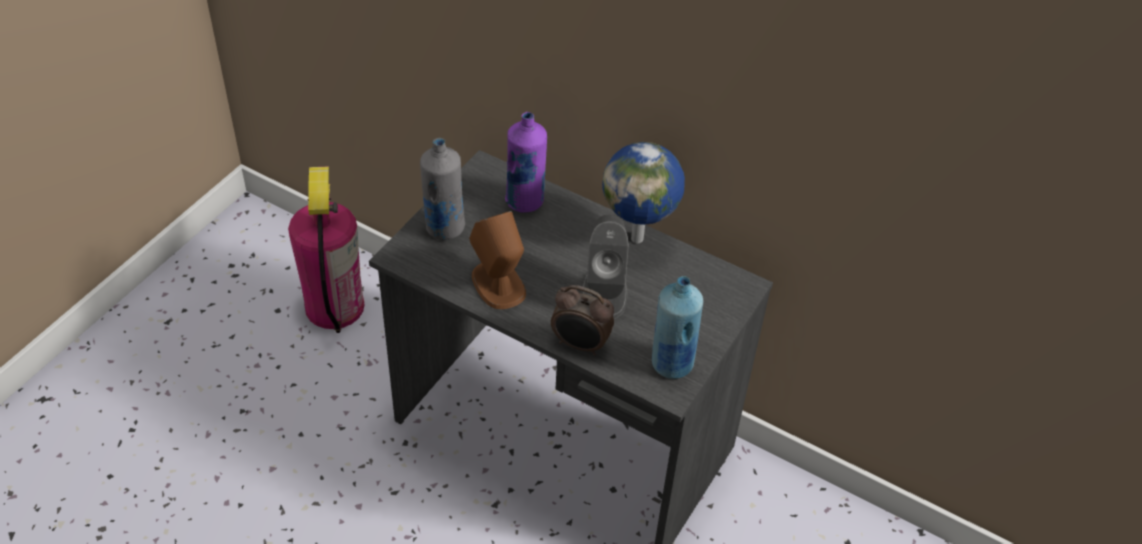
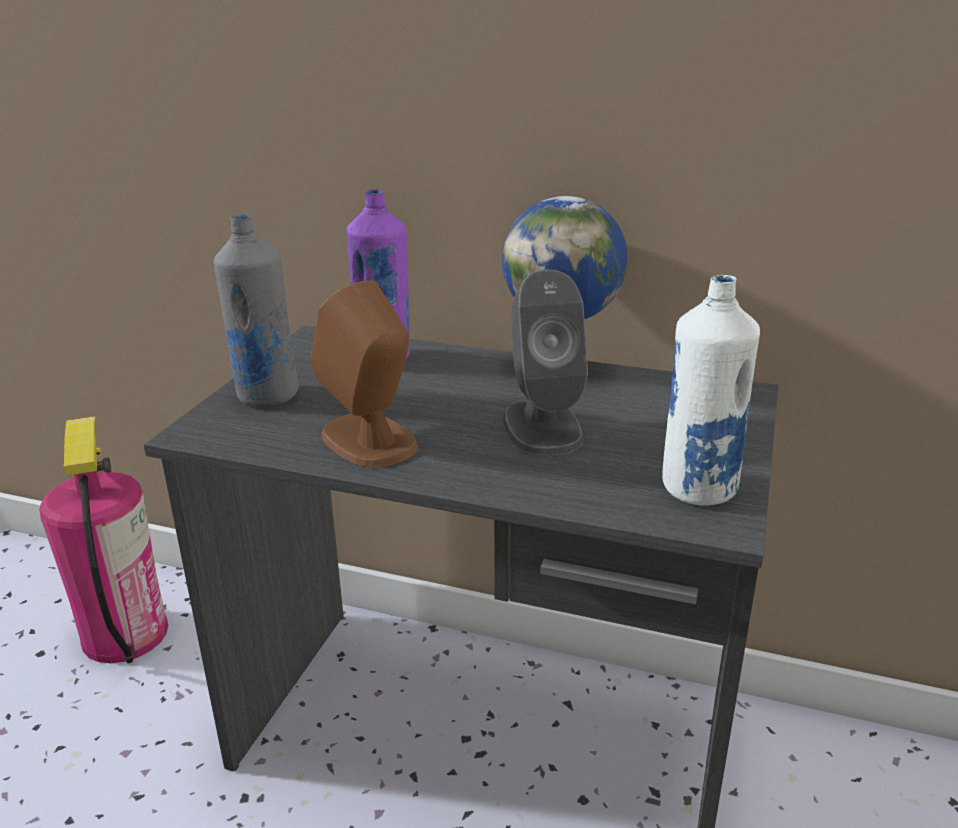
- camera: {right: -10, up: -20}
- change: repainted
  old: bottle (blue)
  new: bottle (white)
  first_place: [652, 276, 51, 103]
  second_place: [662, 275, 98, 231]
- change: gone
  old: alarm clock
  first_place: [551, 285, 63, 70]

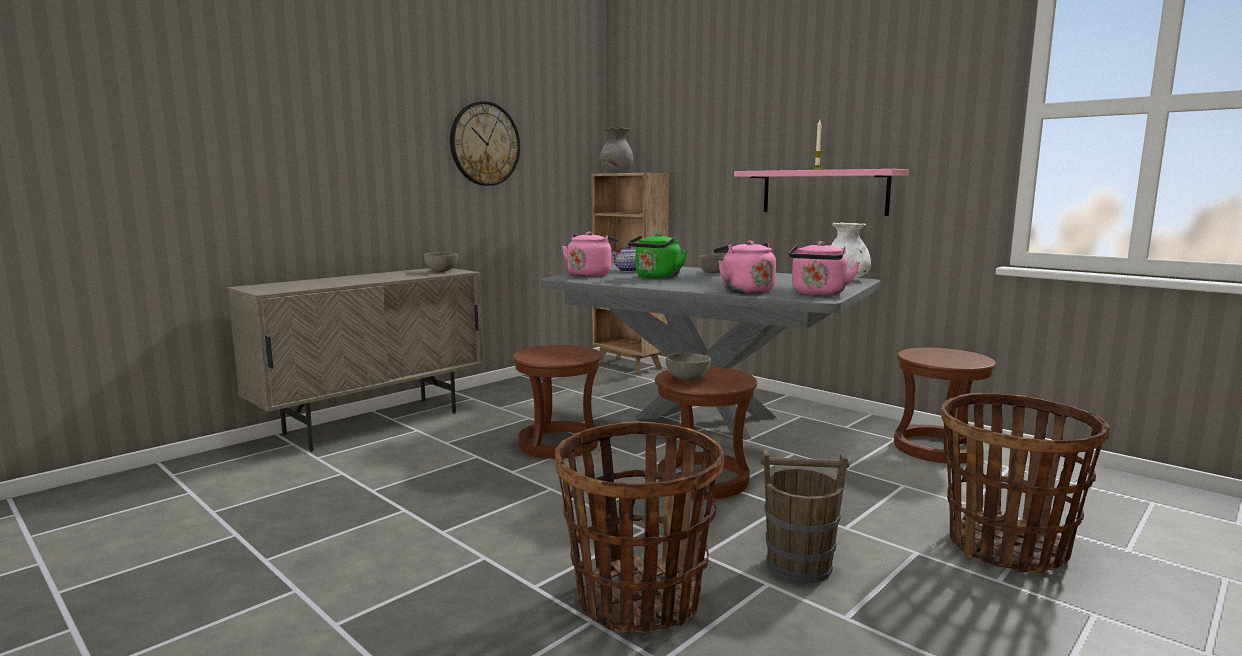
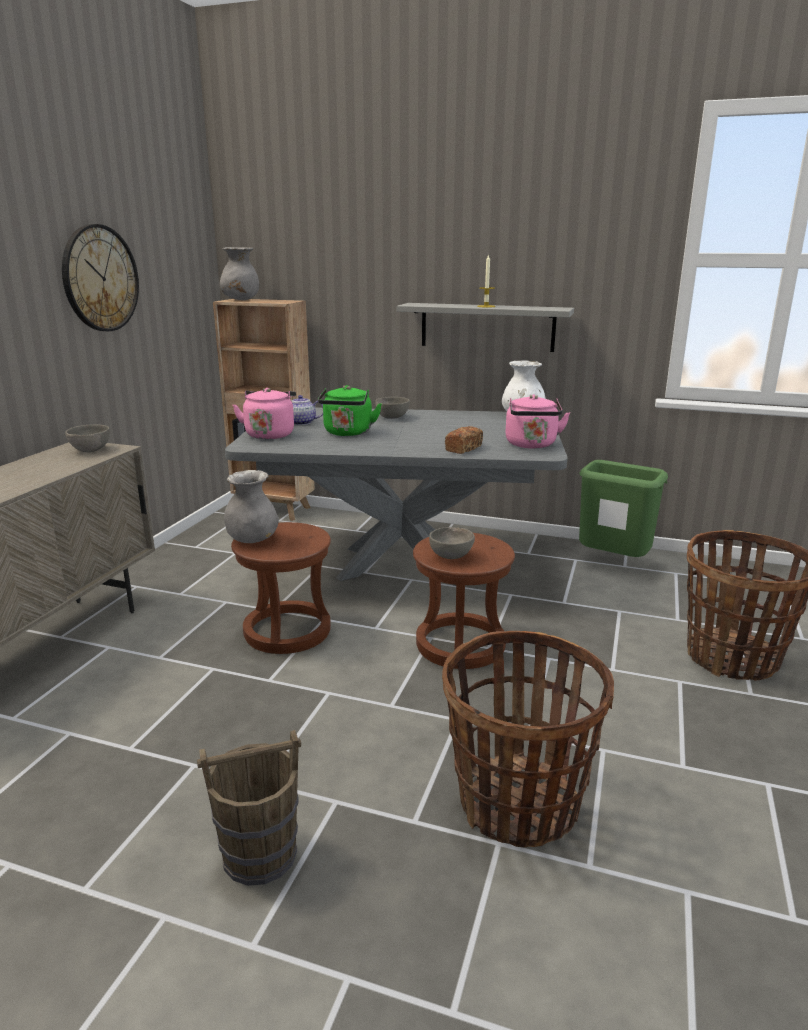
- camera: {right: -25, up: 10}
- change: shifted
  old: bucket (brown)
  first_place: [761, 450, 88, 133]
  second_place: [197, 730, 104, 156]
- change: new
  new: vase (grey)
  second_place: [224, 470, 55, 73]
- change: repainted
  old: shelf (pink)
  new: shelf (grey)
  first_place: [734, 169, 175, 47]
  second_place: [397, 303, 177, 49]
- change: swapped
  old: kettle (pink)
  new: bread
  first_place: [714, 240, 62, 54]
  second_place: [445, 426, 38, 28]
- change: swapped
  old: stool (brown)
  new: trash can (green)
  first_place: [894, 348, 102, 116]
  second_place: [579, 460, 89, 97]

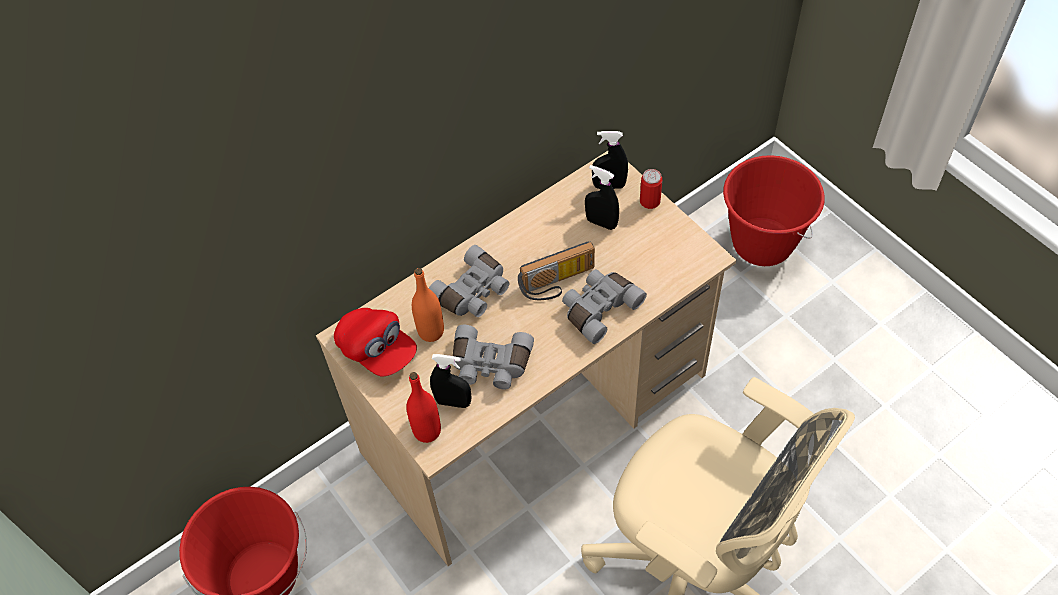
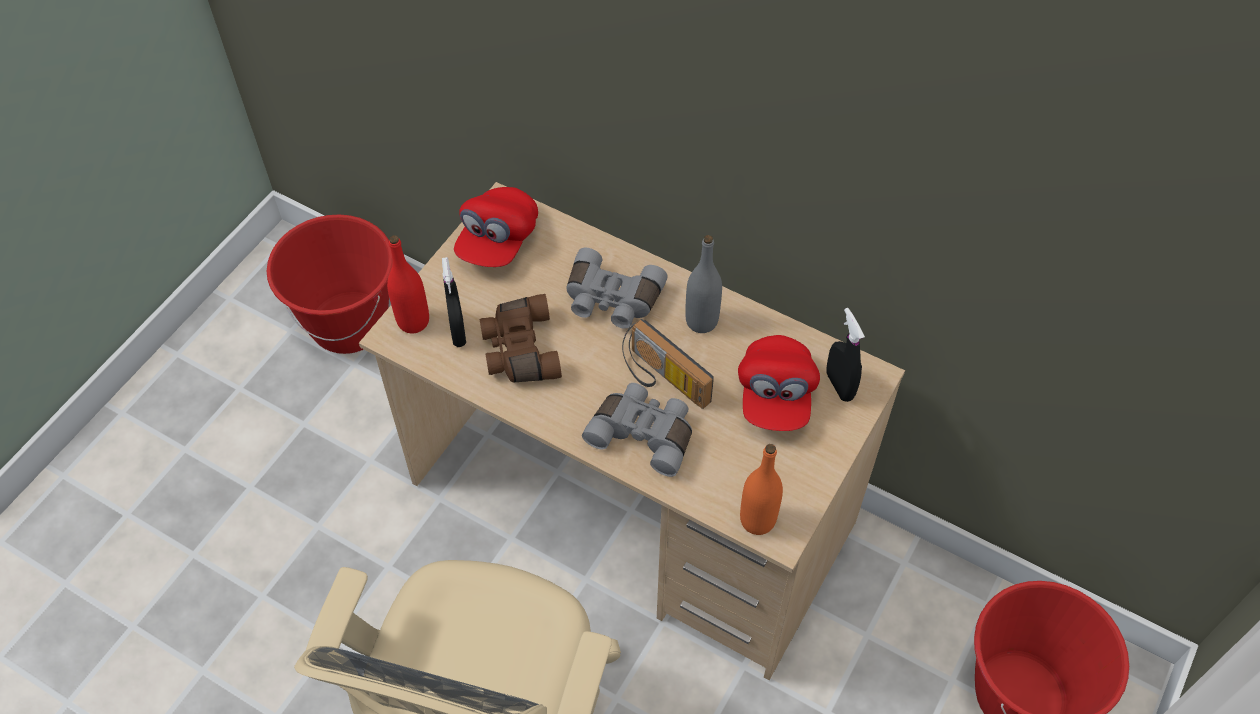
- camera: {right: 65, up: 0}
- change: repainted
  old: binoculars (grey)
  new: binoculars (brown)
  first_place: [452, 325, 82, 64]
  second_place: [479, 294, 83, 88]
- change: new
  new: bottle (grey)
  second_place: [685, 235, 37, 98]
- change: swapped
  old: spray bottle (black)
  new: cap (red)
  first_place: [585, 165, 34, 65]
  second_place: [738, 335, 82, 96]
- change: shifted
  old: bottle (orange)
  first_place: [412, 268, 32, 74]
  second_place: [740, 444, 43, 91]
- change: gone
  old: can
  first_place: [640, 169, 22, 40]

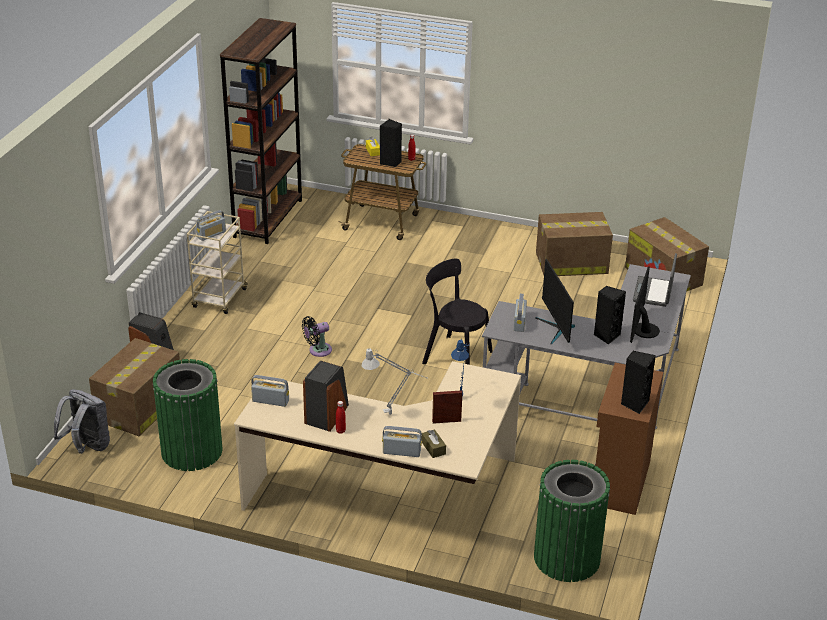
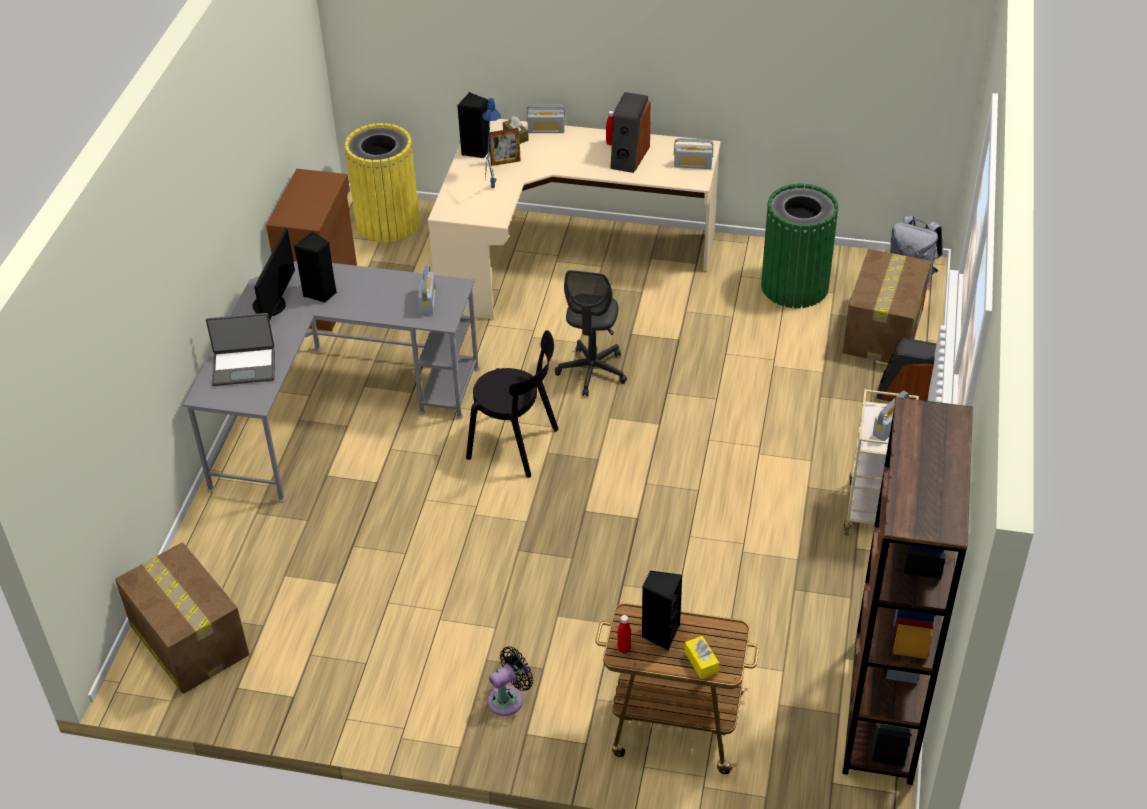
- camera: {right: 175, up: 10}
- change: rotated
  old: laptop
  first_place: [633, 253, 44, 54]
  second_place: [206, 313, 69, 73]
  degrees: 75
- change: repainted
  old: trash can (green)
  new: trash can (yellow)
  first_place: [534, 460, 76, 122]
  second_place: [345, 123, 75, 119]
- change: shifted
  old: speaker (black)
  first_place: [621, 351, 35, 63]
  second_place: [457, 92, 33, 66]
- change: shifted
  old: fan (black)
  first_place: [302, 316, 30, 41]
  second_place: [488, 647, 45, 69]
- change: new
  new: office chair (grey)
  second_place: [555, 270, 72, 126]
- change: gone
  old: table lamp (grey)
  first_place: [362, 348, 65, 67]
- change: gone
  old: monitor
  first_place: [535, 259, 40, 85]
- change: gone
  old: cardboard box
  first_place: [536, 212, 77, 64]

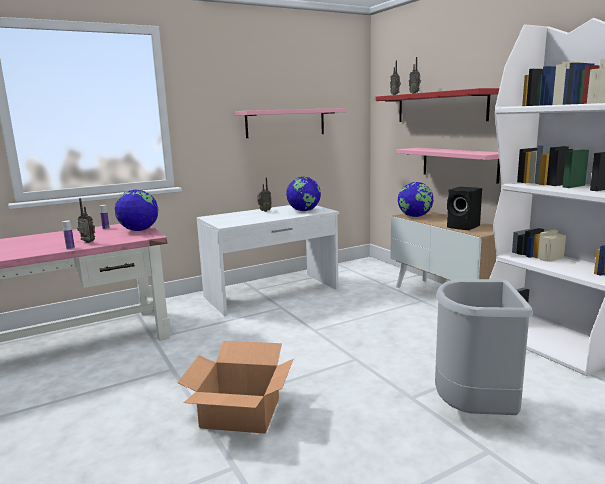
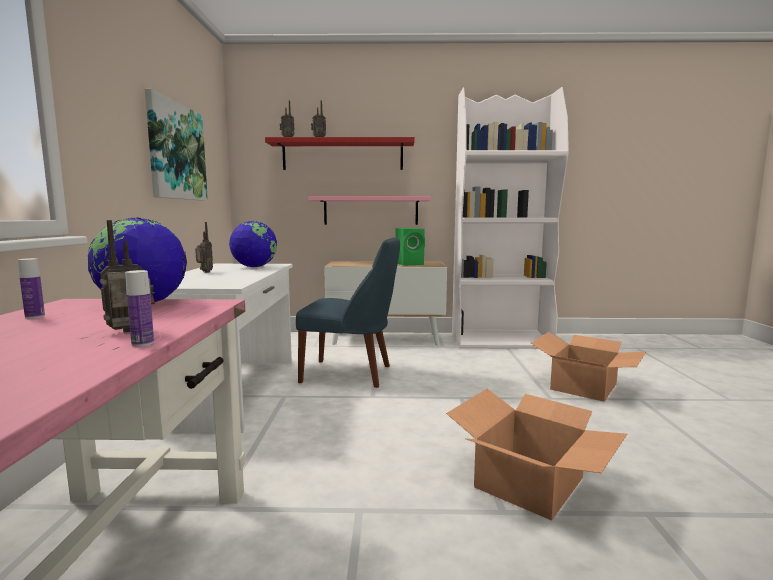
- camera: {right: -60, up: -5}
- change: swapped
  old: shelf (pink)
  new: picture
  first_place: [235, 108, 111, 30]
  second_place: [145, 89, 63, 112]
- change: new
  new: chair (blue)
  second_place: [296, 237, 104, 151]
- change: repainted
  old: speaker (black)
  new: speaker (green)
  first_place: [447, 187, 35, 43]
  second_place: [395, 228, 30, 38]
- change: swapped
  old: trash can (grey)
  new: cardboard box
  first_place: [435, 279, 98, 136]
  second_place: [531, 332, 115, 70]
- change: gone
  old: globe
  first_place: [398, 182, 35, 35]

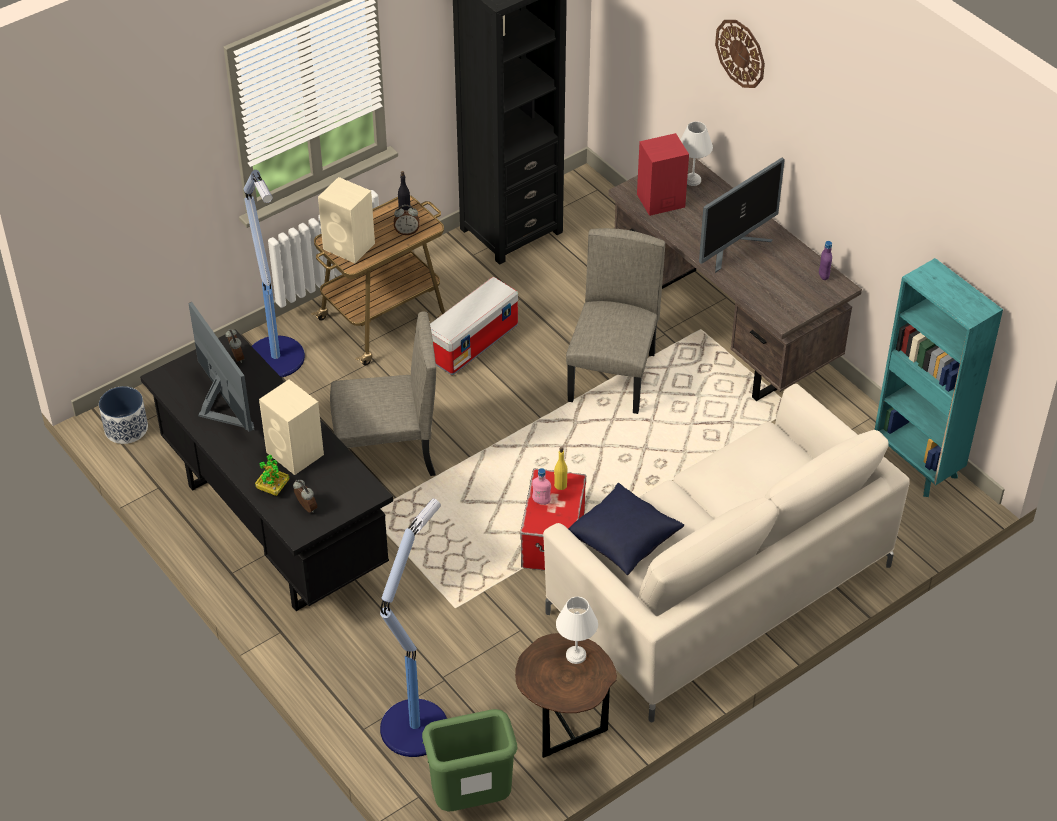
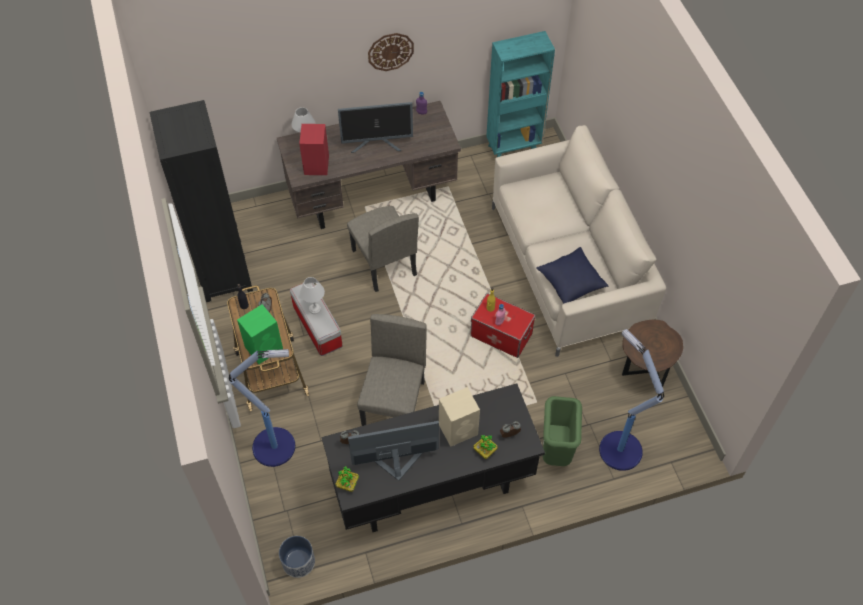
- camera: {right: -70, up: 10}
- change: repainted
  old: speaker (beige)
  new: speaker (green)
  first_place: [318, 177, 57, 86]
  second_place: [237, 304, 46, 60]
- change: shifted
  old: table lamp (white)
  first_place: [556, 597, 42, 67]
  second_place: [300, 277, 25, 37]
- change: new
  new: potted plant
  second_place: [335, 466, 24, 26]
- change: rotated
  old: monitor
  first_place: [699, 158, 86, 115]
  second_place: [338, 102, 75, 51]
  degrees: 105
- change: rotated
  old: chair (beige)
  first_place: [566, 228, 99, 186]
  second_place: [347, 206, 72, 86]
  degrees: -150
- change: shifted
  old: wall clock
  first_place: [715, 20, 50, 68]
  second_place: [368, 33, 46, 38]
- change: shifted
  old: trash can (green)
  first_place: [422, 709, 95, 102]
  second_place: [543, 396, 39, 70]

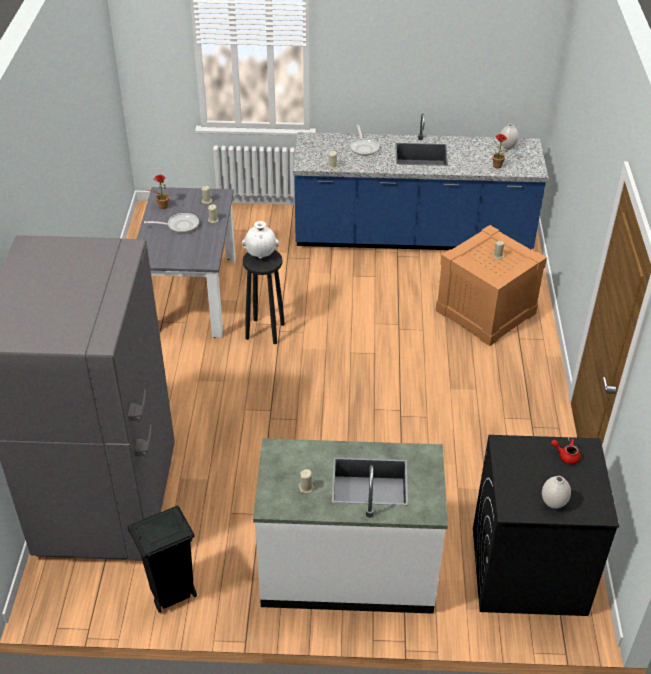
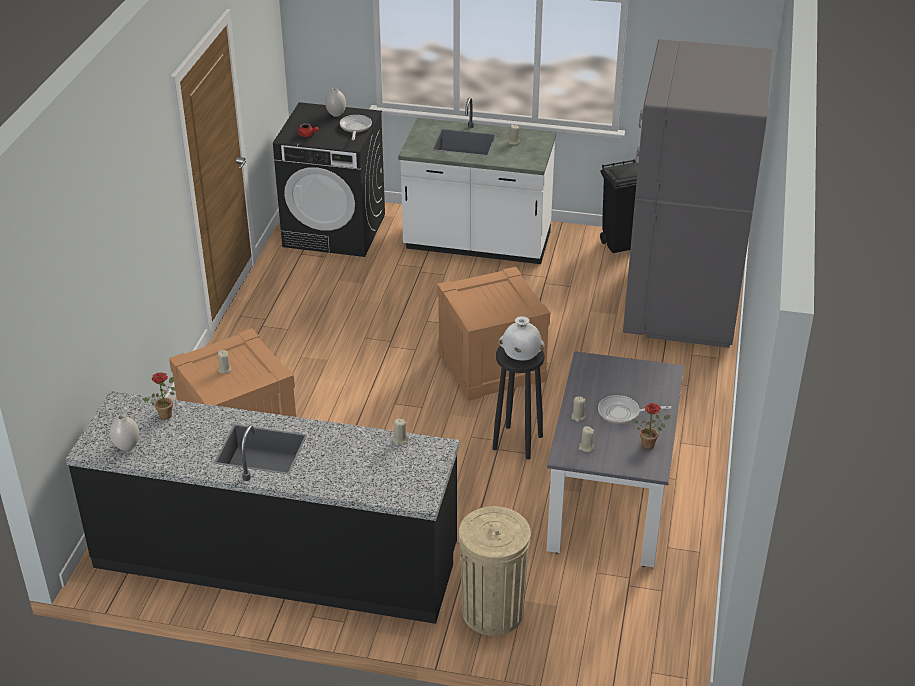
- camera: {right: -170, up: -5}
- change: repainted
  old: counter (blue)
  new: counter (black)
  first_place: [293, 113, 255, 137]
  second_place: [66, 391, 394, 233]
- change: shifted
  old: frying pan
  first_place: [350, 125, 29, 31]
  second_place: [340, 115, 32, 25]
- change: new
  new: crate
  second_place: [437, 267, 113, 134]
- change: new
  new: trash can (beige)
  second_place: [459, 506, 72, 130]

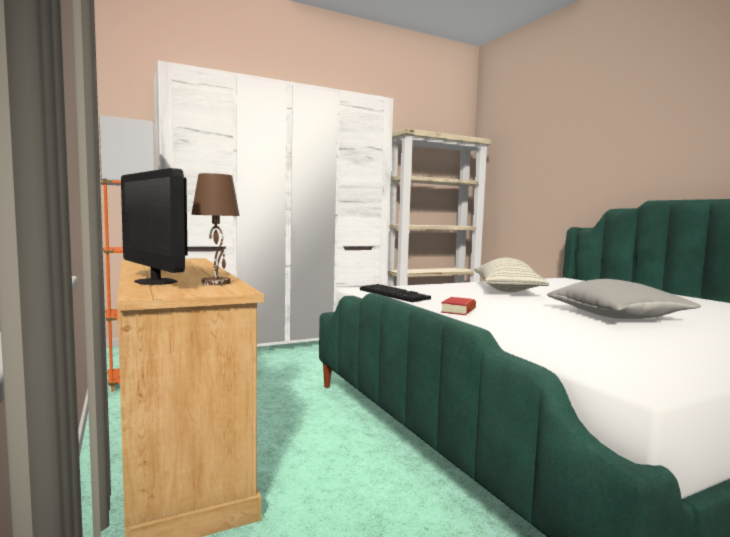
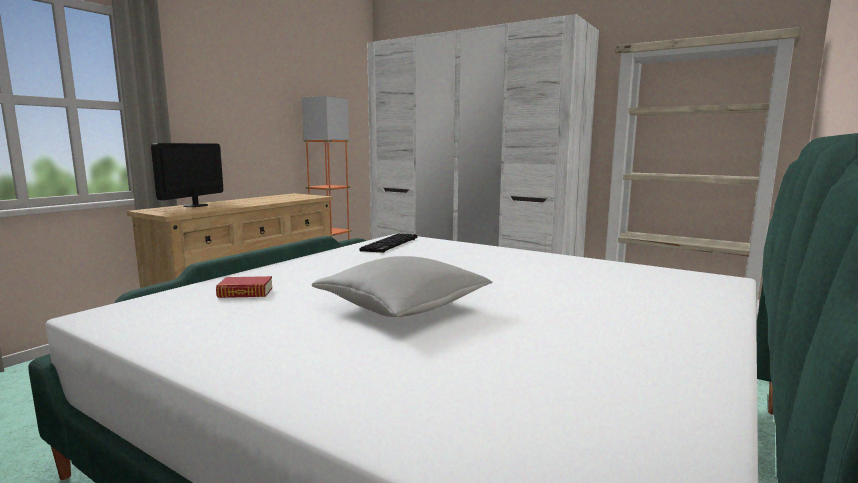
- camera: {right: 60, up: 5}
- change: shifted
  old: book
  first_place: [441, 297, 35, 18]
  second_place: [216, 276, 57, 22]
- change: gone
  old: table lamp (brown)
  first_place: [191, 173, 48, 112]
- change: gone
  old: pillow
  first_place: [474, 258, 75, 34]

